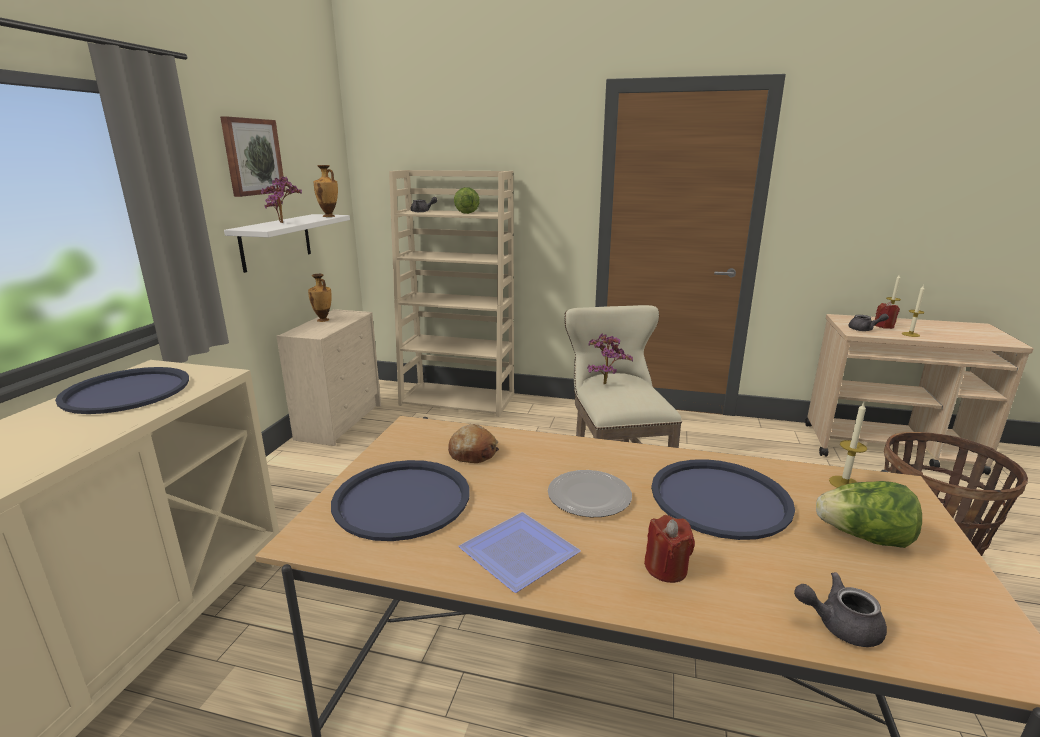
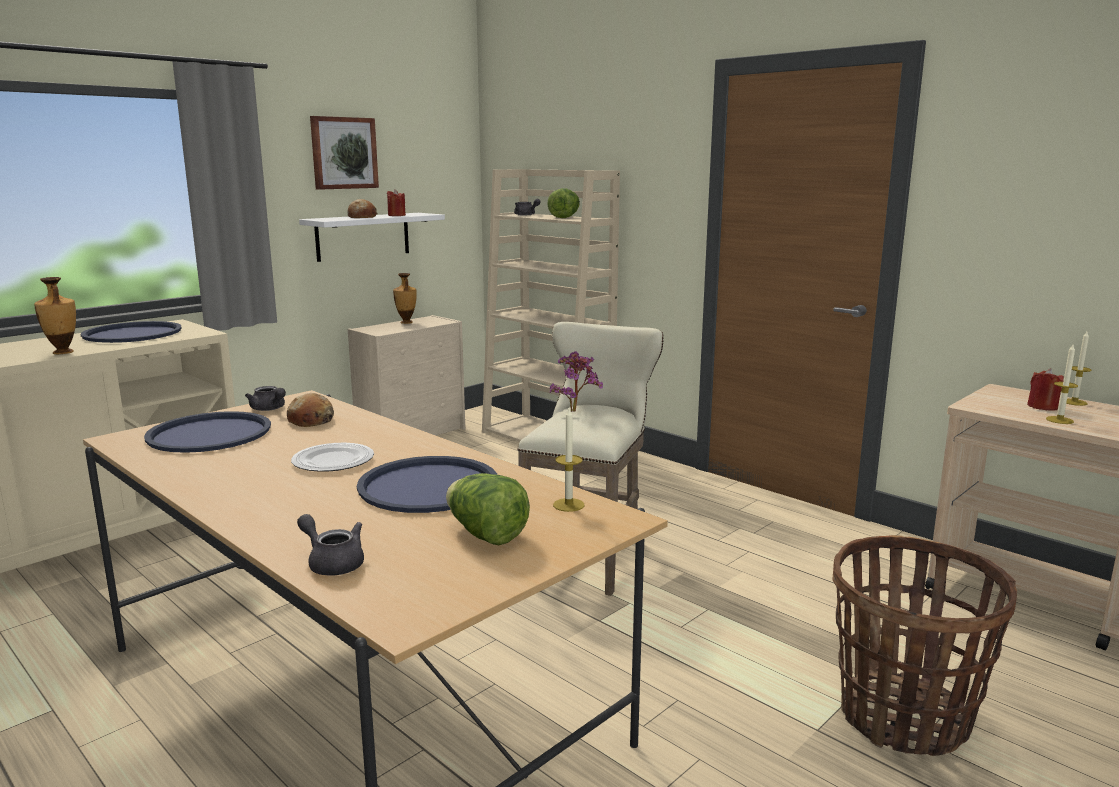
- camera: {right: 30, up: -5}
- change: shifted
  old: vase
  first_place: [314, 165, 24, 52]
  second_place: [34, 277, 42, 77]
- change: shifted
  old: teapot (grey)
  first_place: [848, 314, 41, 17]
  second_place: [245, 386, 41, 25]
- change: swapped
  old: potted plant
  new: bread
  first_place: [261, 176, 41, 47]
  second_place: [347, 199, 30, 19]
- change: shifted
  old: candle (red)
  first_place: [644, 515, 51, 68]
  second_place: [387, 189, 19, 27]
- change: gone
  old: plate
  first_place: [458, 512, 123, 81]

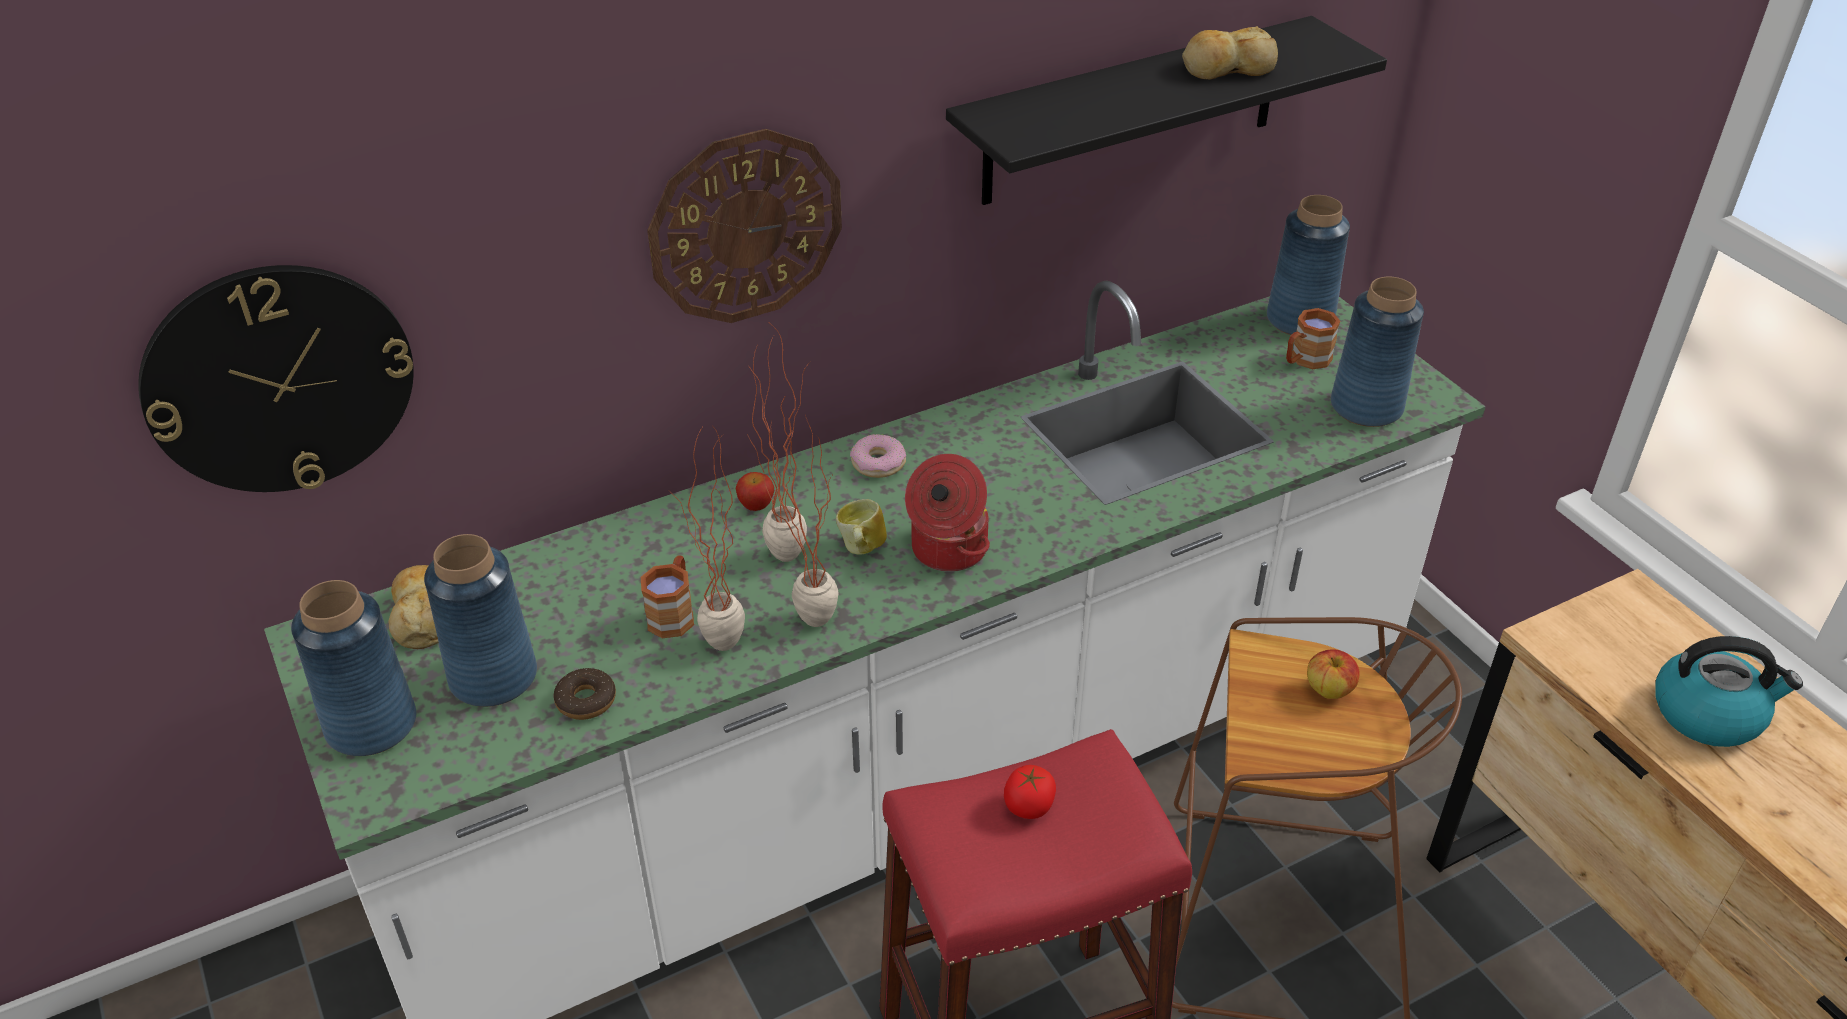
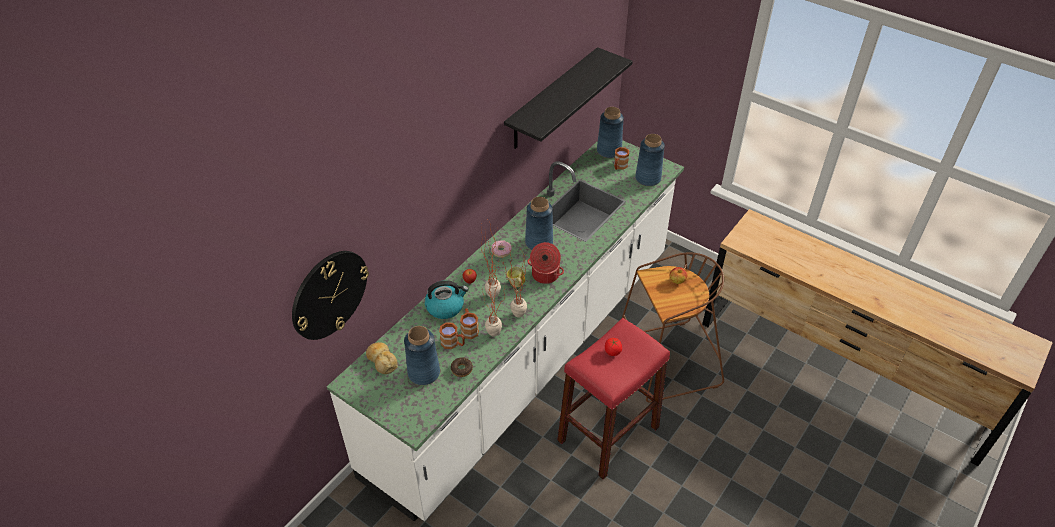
- camera: {right: -25, up: 5}
- change: shifted
  old: kettle
  first_place: [1655, 636, 148, 111]
  second_place: [425, 280, 44, 39]
- change: new
  new: mug (brown)
  second_place: [439, 322, 26, 27]
- change: shifted
  old: vase (blue)
  first_place: [291, 580, 125, 176]
  second_place: [525, 197, 28, 53]
- change: gone
  old: wall clock
  first_place: [647, 129, 195, 194]
- change: gone
  old: bread
  first_place: [1182, 26, 96, 54]

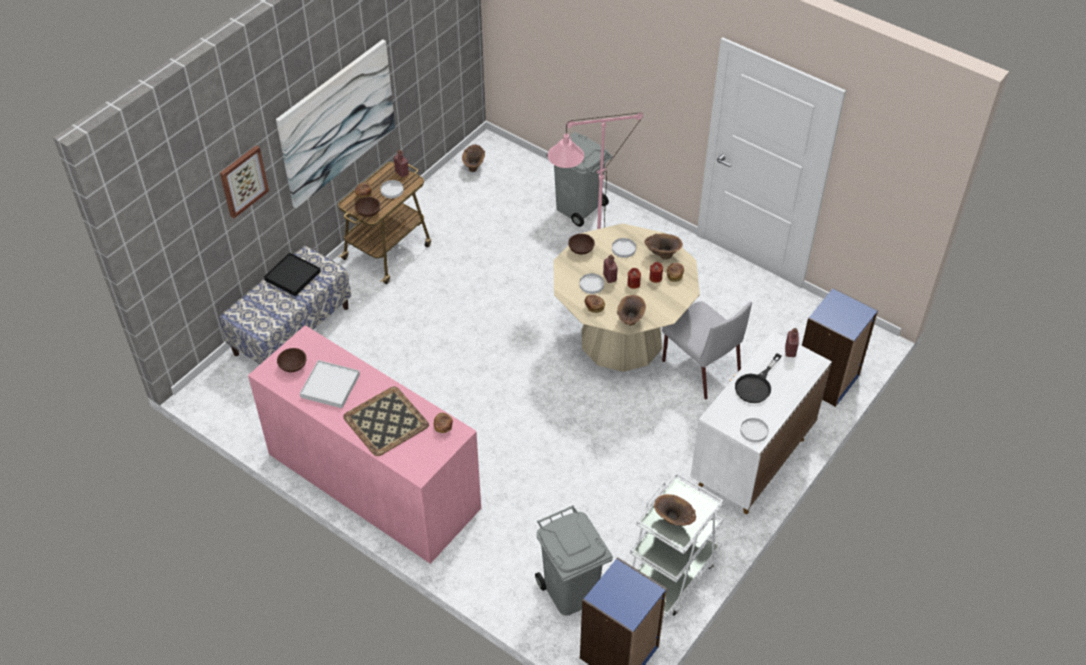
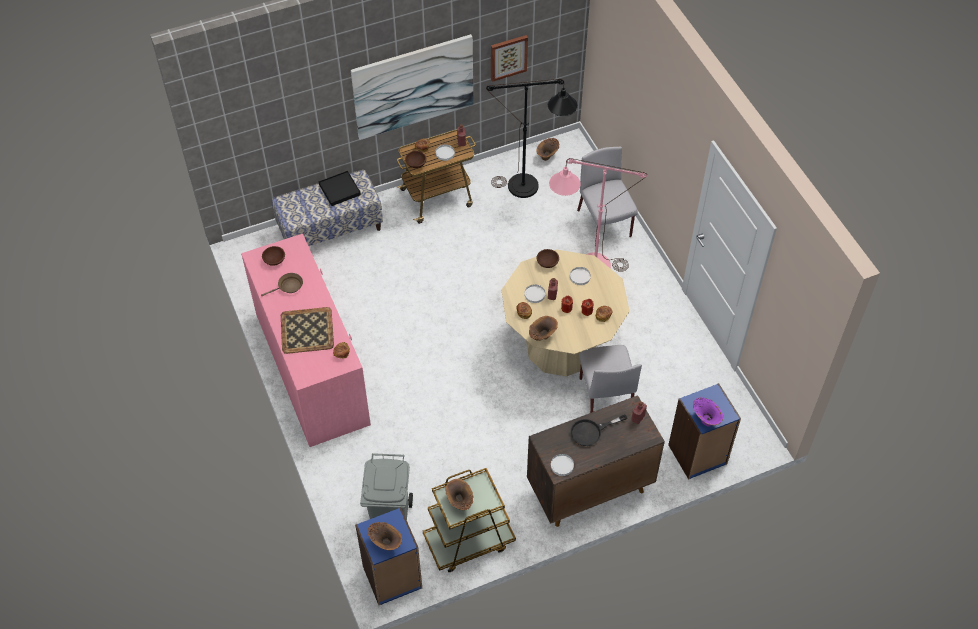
- camera: {right: 30, up: 5}
- change: swapped
  old: tray (white)
  new: frying pan (brown)
  first_place: [300, 360, 60, 48]
  second_place: [261, 273, 42, 24]
- change: shifted
  old: vase (brown)
  first_place: [645, 234, 38, 25]
  second_place: [368, 522, 34, 29]
- change: repainted
  old: cart (white)
  new: cart (brown)
  first_place: [630, 473, 94, 145]
  second_place: [423, 468, 93, 104]
- change: new
  new: floor lamp (black)
  second_place: [486, 79, 92, 119]
- change: shifted
  old: picture
  first_place: [220, 145, 49, 73]
  second_place: [491, 35, 37, 47]
- change: repainted
  old: cabinet (white)
  new: cabinet (brown)
  first_place: [690, 331, 142, 183]
  second_place: [527, 395, 138, 132]
- change: swapped
  old: trash can (grey)
  new: chair (grey)
  first_place: [546, 132, 67, 95]
  second_place: [577, 147, 61, 98]
- change: new
  new: vase (purple)
  second_place: [693, 397, 30, 30]

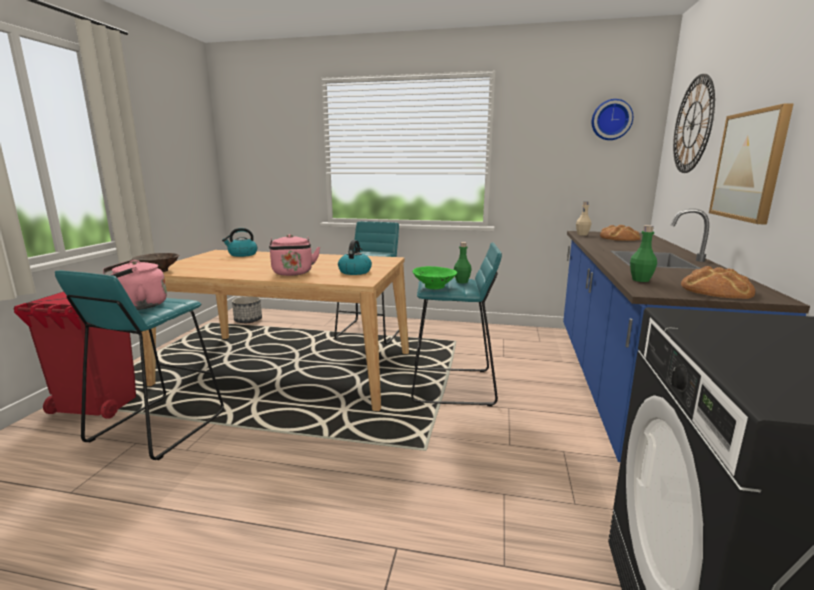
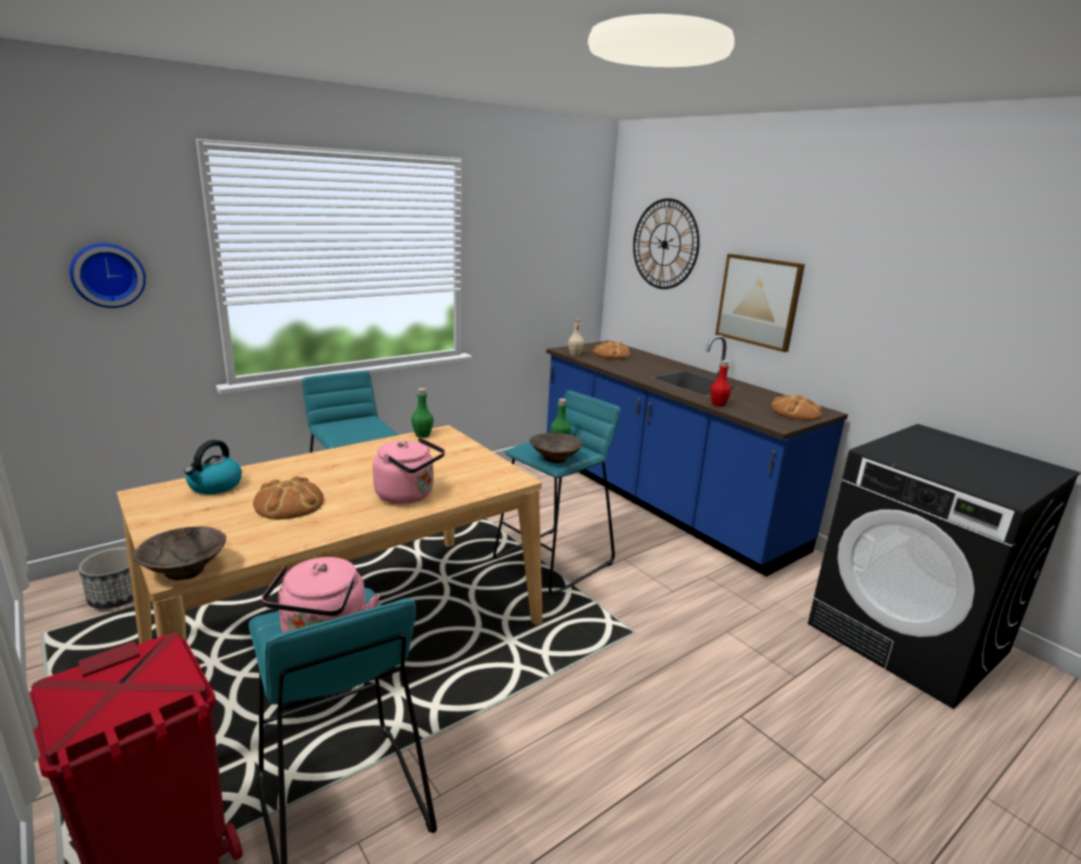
- camera: {right: -50, up: 5}
- change: shifted
  old: wall clock
  first_place: [592, 99, 41, 41]
  second_place: [69, 243, 77, 65]
- change: new
  new: bread
  second_place: [253, 476, 71, 44]
- change: shifted
  old: bottle (green)
  first_place: [630, 225, 27, 57]
  second_place: [411, 388, 23, 50]
- change: repainted
  old: bowl (green)
  new: bowl (brown)
  first_place: [413, 266, 44, 23]
  second_place: [530, 433, 53, 31]
- change: new
  new: bottle (red)
  second_place: [710, 361, 21, 45]
- change: gone
  old: kettle
  first_place: [338, 240, 34, 35]

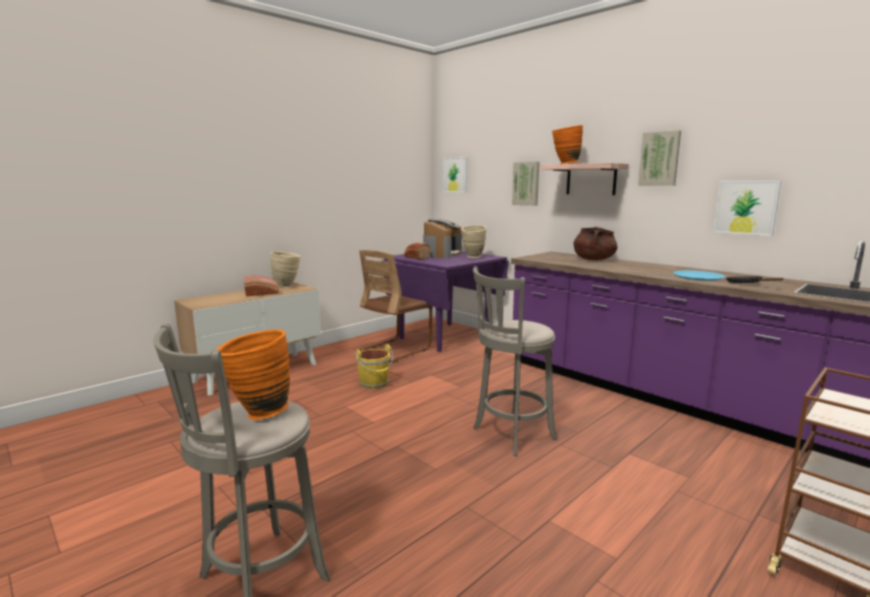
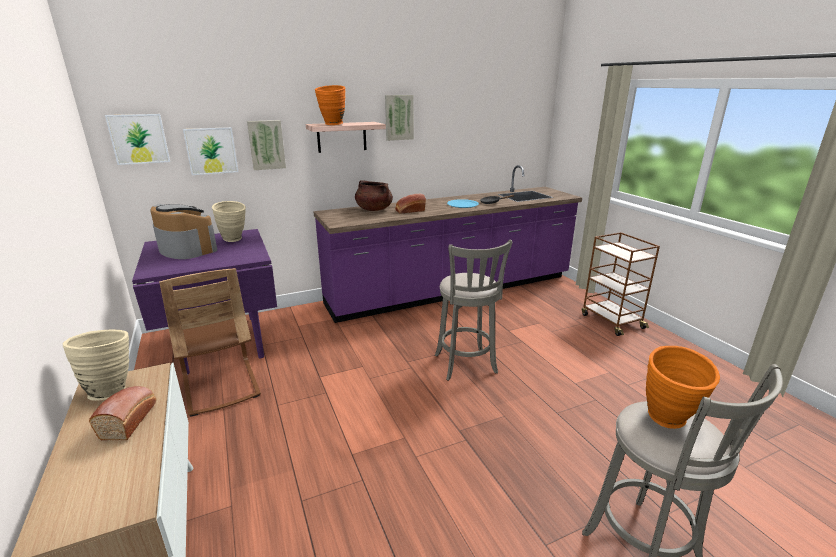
- camera: {right: -70, up: 10}
- change: shifted
  old: picture
  first_place: [713, 181, 68, 55]
  second_place: [183, 127, 56, 48]
- change: shifted
  old: bread
  first_place: [404, 243, 26, 17]
  second_place: [395, 194, 31, 20]
- change: gone
  old: bucket (yellow)
  first_place: [356, 344, 37, 45]

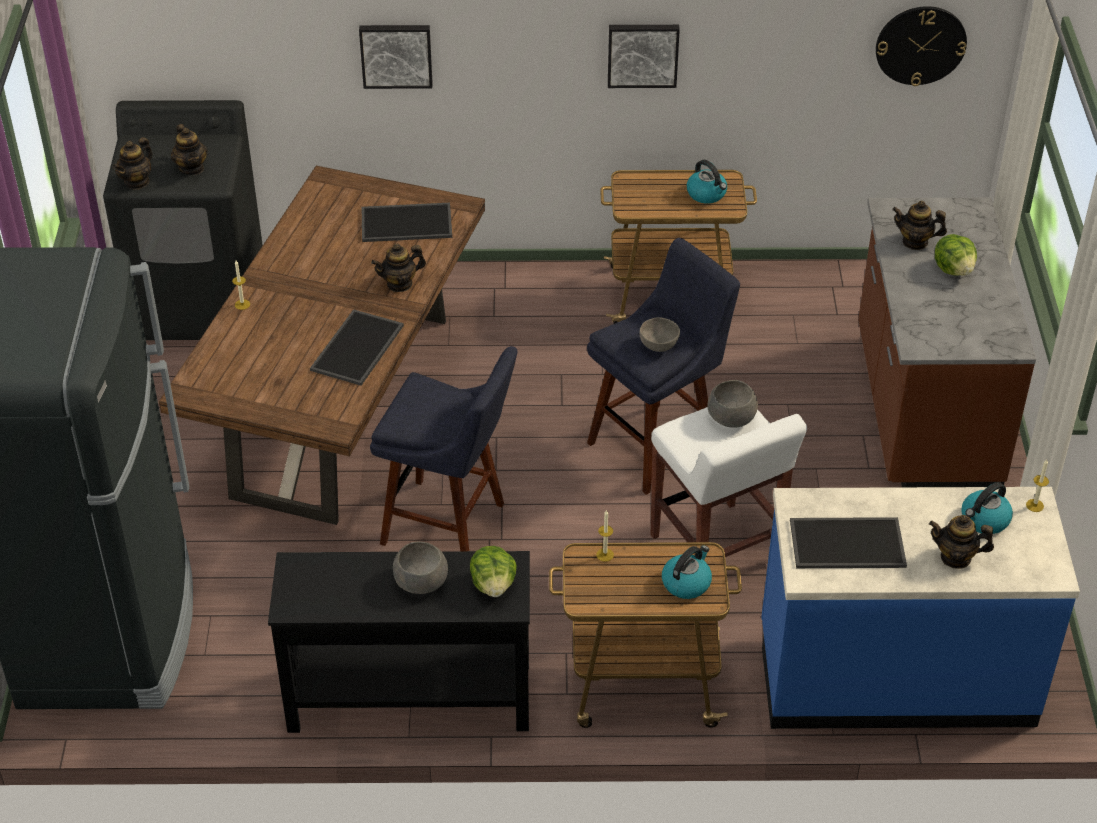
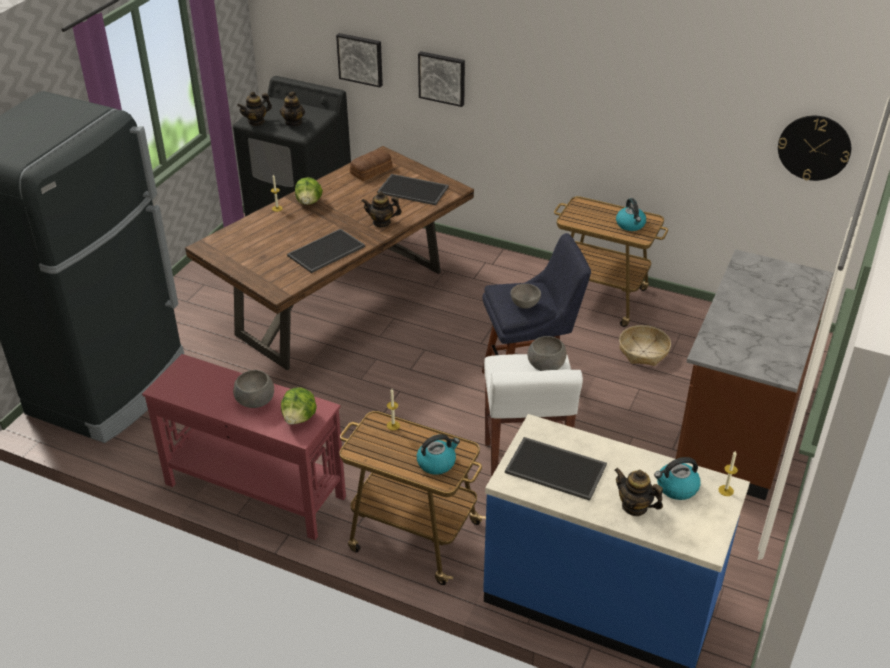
- camera: {right: 25, up: -5}
- change: repainted
  old: console table (black)
  new: console table (red)
  first_place: [268, 551, 262, 182]
  second_place: [142, 354, 204, 186]
- change: shifted
  old: lettuce
  first_place: [935, 234, 42, 42]
  second_place: [295, 177, 28, 28]
- change: shifted
  old: picture
  first_place: [608, 25, 72, 63]
  second_place: [336, 33, 47, 54]
- change: new
  new: bread
  second_place: [350, 149, 42, 32]
- change: new
  new: basket
  second_place: [619, 325, 52, 41]
- change: gone
  old: stool (blue)
  first_place: [370, 346, 147, 205]
- change: gone
  old: teapot
  first_place: [892, 201, 55, 49]

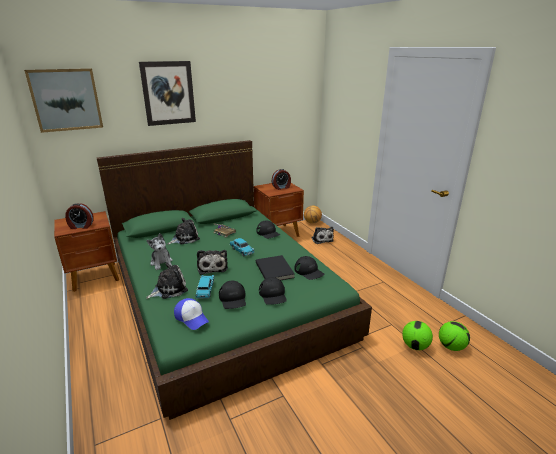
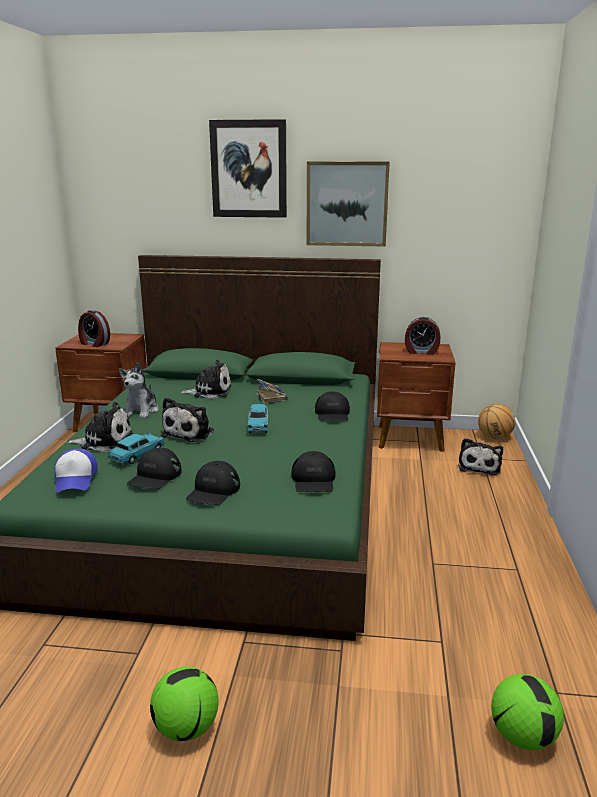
- camera: {right: 35, up: -5}
- change: shifted
  old: football
  first_place: [402, 321, 31, 29]
  second_place: [150, 667, 69, 74]
- change: shifted
  old: picture
  first_place: [24, 68, 79, 65]
  second_place: [307, 162, 83, 85]
- change: gone
  old: book (black)
  first_place: [256, 255, 39, 25]

